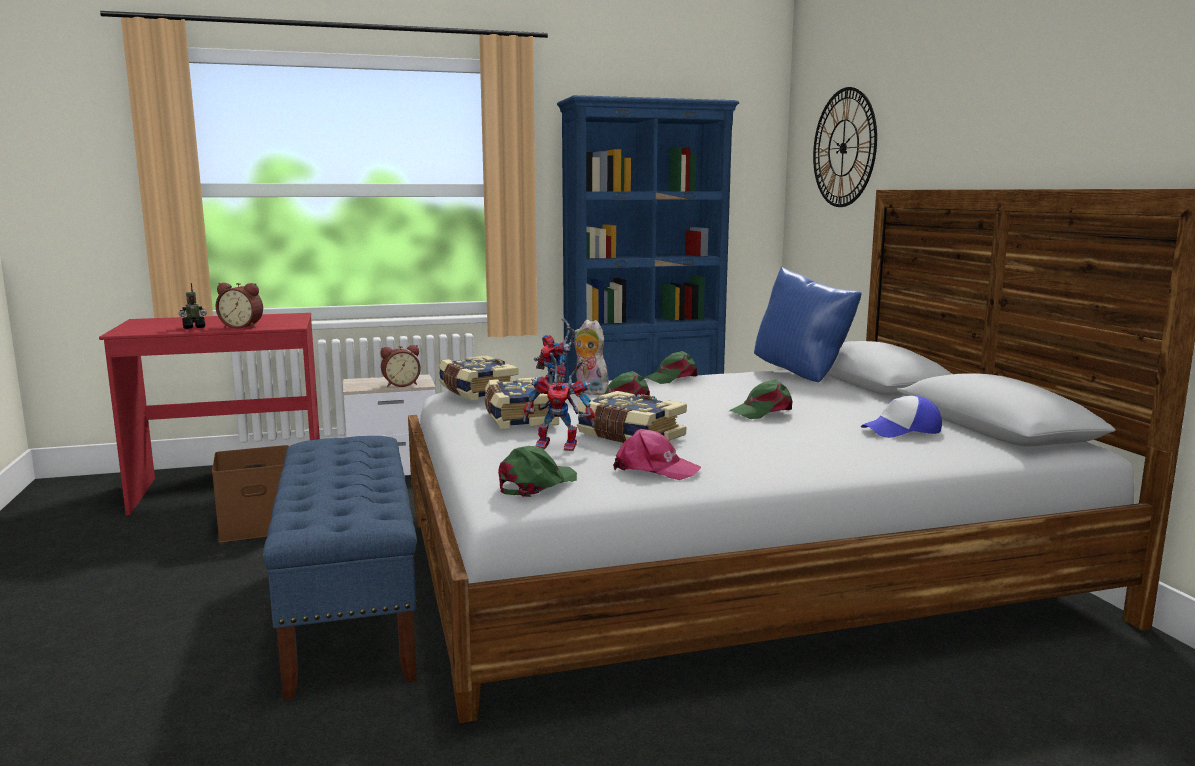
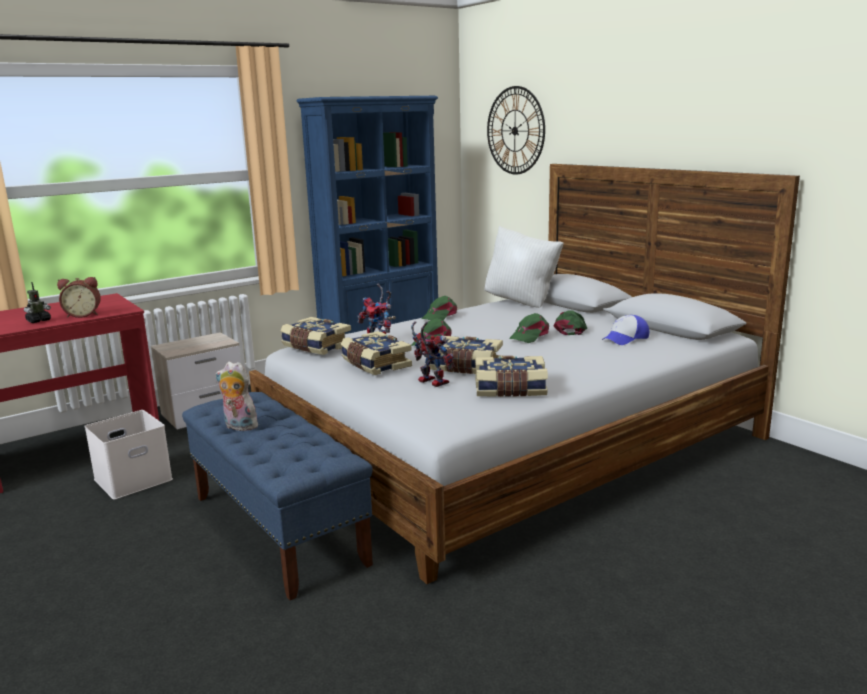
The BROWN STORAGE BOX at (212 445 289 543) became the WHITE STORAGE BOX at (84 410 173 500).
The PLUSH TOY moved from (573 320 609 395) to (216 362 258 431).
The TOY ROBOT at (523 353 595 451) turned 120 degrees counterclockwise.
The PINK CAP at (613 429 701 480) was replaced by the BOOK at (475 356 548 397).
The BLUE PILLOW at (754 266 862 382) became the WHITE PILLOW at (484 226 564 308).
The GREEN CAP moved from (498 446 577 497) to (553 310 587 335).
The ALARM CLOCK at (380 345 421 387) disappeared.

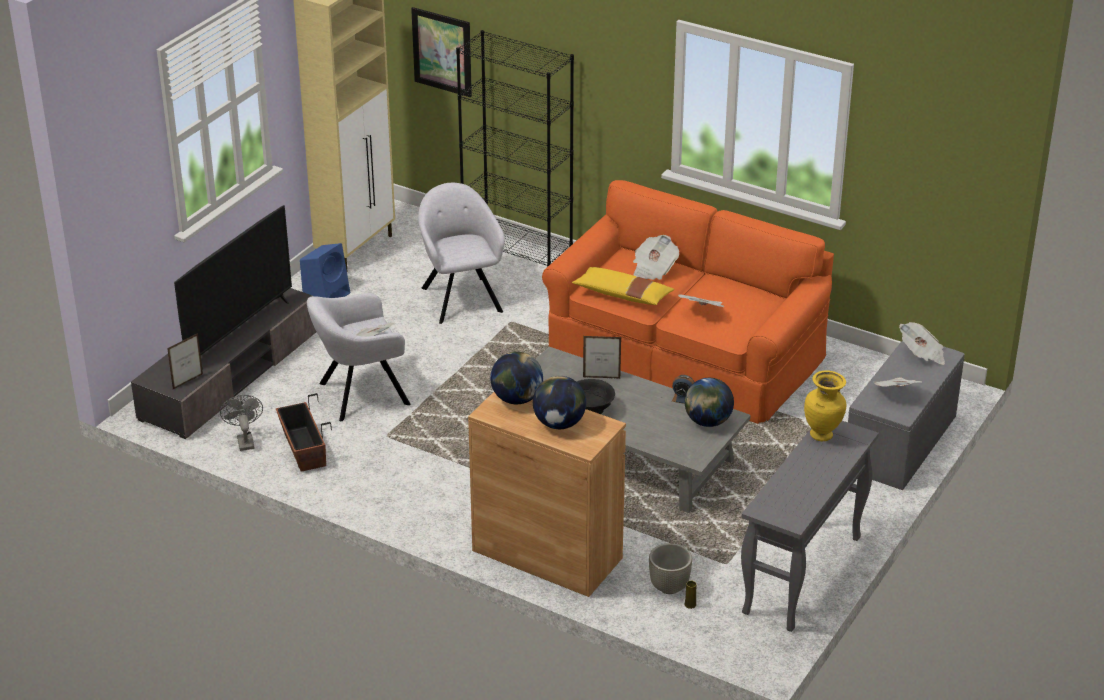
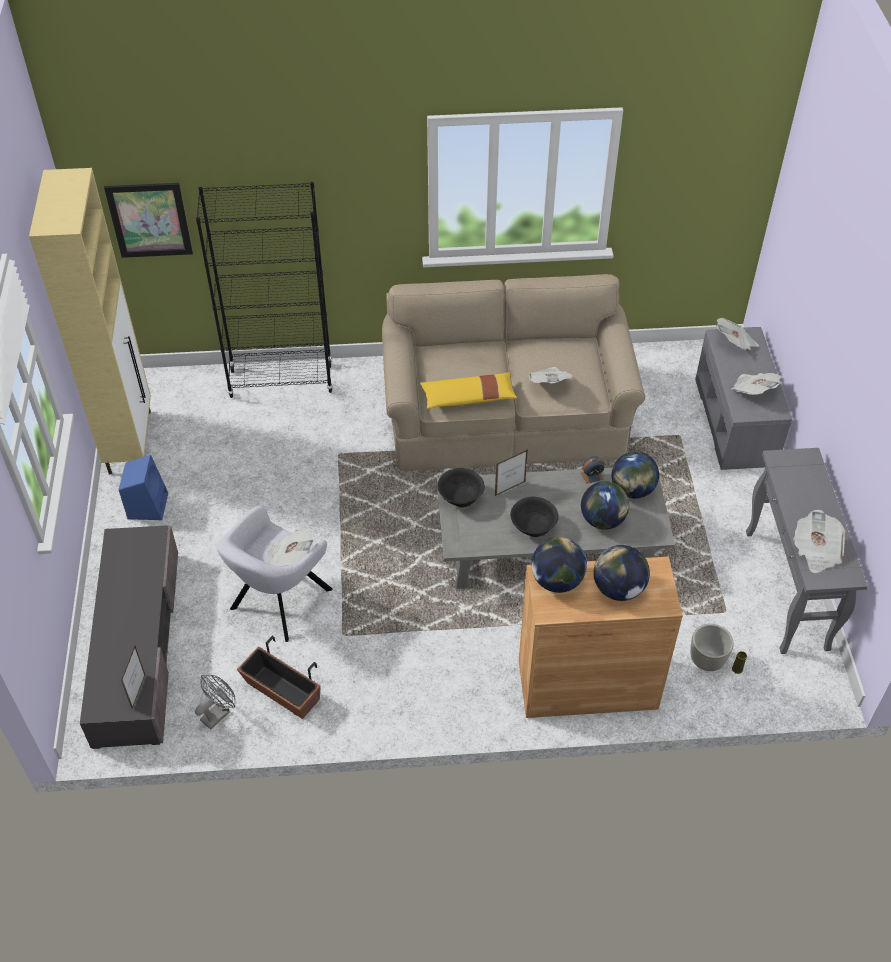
The GREY FAN at (220 395 263 451) turned 90 degrees clockwise.
The ORANGE SOFA at (542 180 834 424) became the BEIGE SOFA at (382 274 645 471).
The BLACK BOWL at (437 468 485 507) appeared.
The GLOBE at (581 481 629 530) appeared.
The NEWSPAPER moved from (633 235 679 280) to (793 510 845 573).
The TELEVISION at (174 205 292 369) disappeared.
The GREY ARMCHAIR at (418 183 505 324) disappeared.
The YELLOW VASE at (804 371 847 441) disappeared.

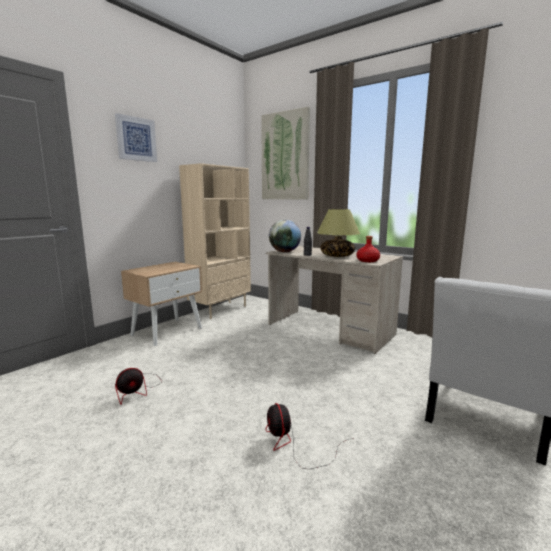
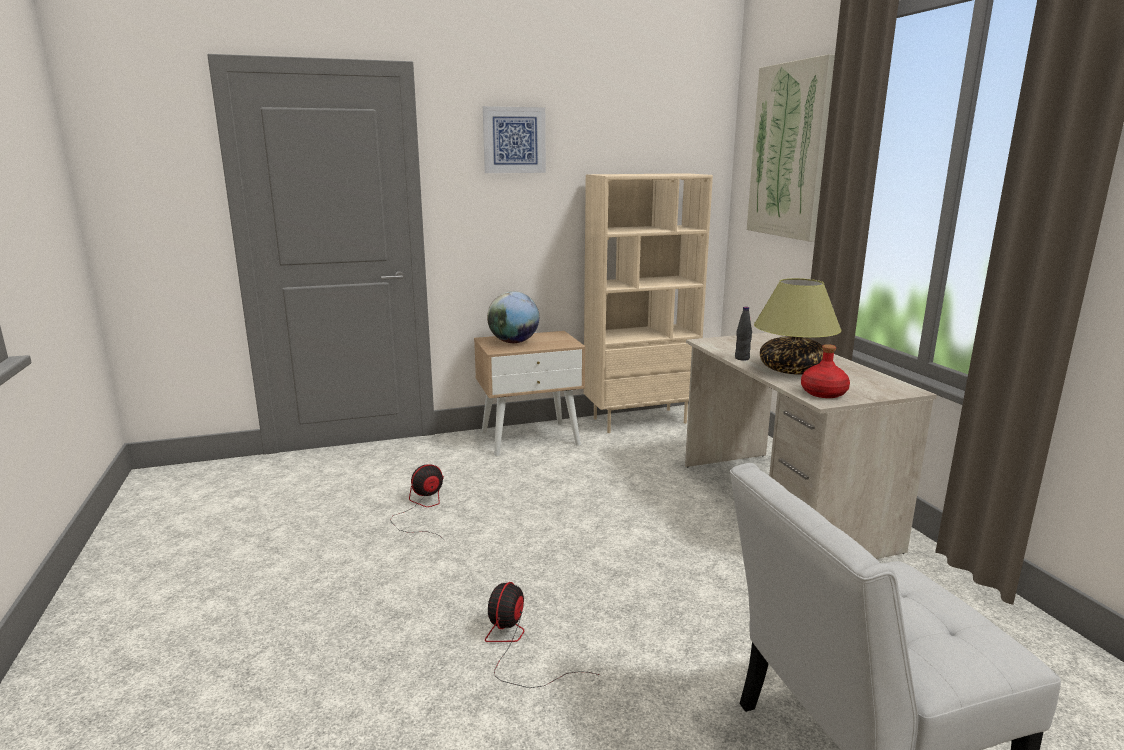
The FAN at (115 368 161 404) turned 150 degrees clockwise.
The GLOBE moved from (269 220 301 252) to (487 291 539 343).

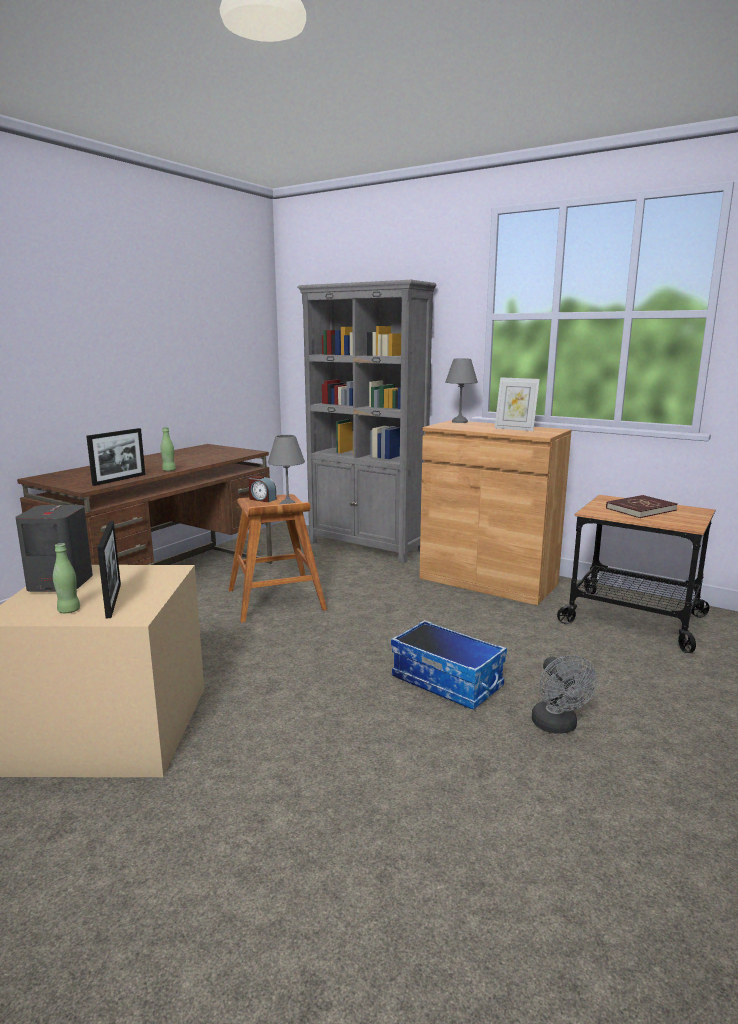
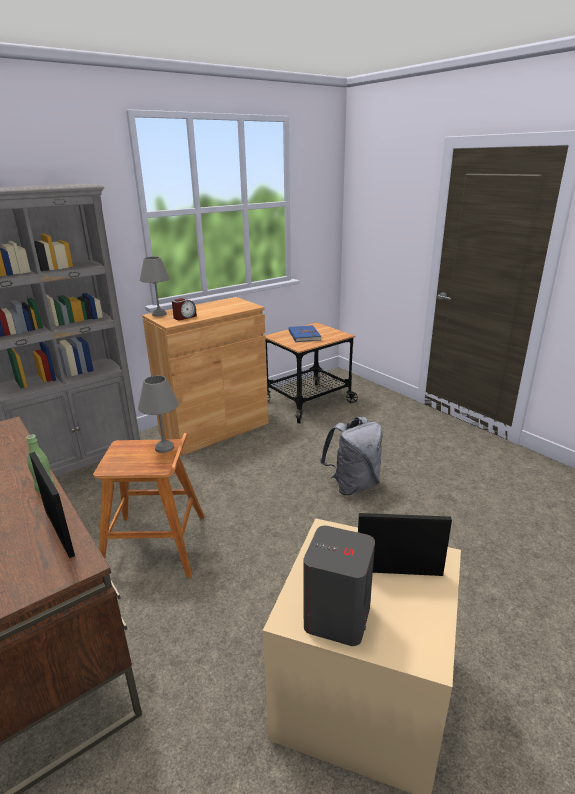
The ALARM CLOCK moved from (249 476 276 502) to (172 298 197 320).
The RED BOOK at (606 495 677 518) became the BLUE BOOK at (289 325 321 342).
The STORAGE BOX at (391 620 507 710) was replaced by the GREY BACKPACK at (320 417 383 495).
The GREEN BOTTLE at (53 543 80 613) disappeared.
The PICTURE FRAME at (495 377 540 431) disappeared.
The GREY FAN at (532 655 597 734) disappeared.

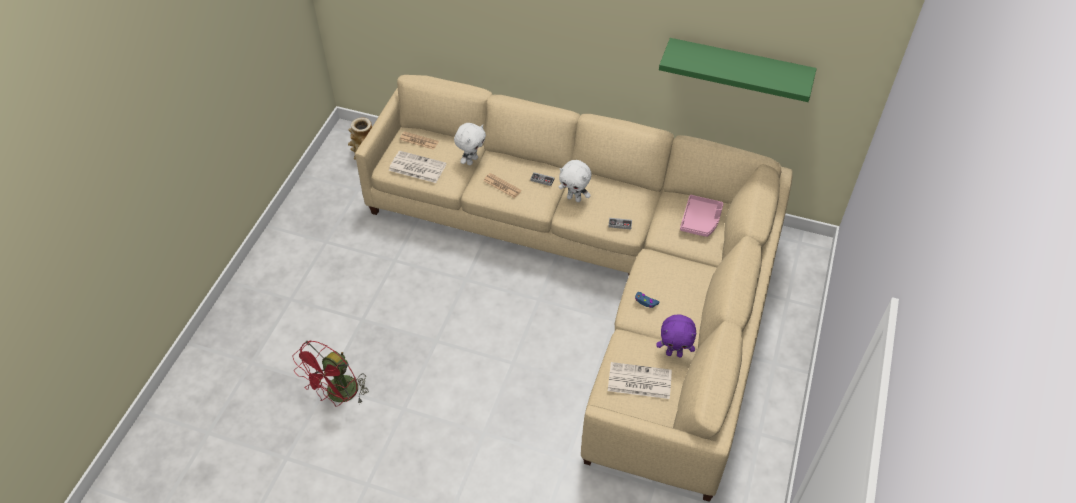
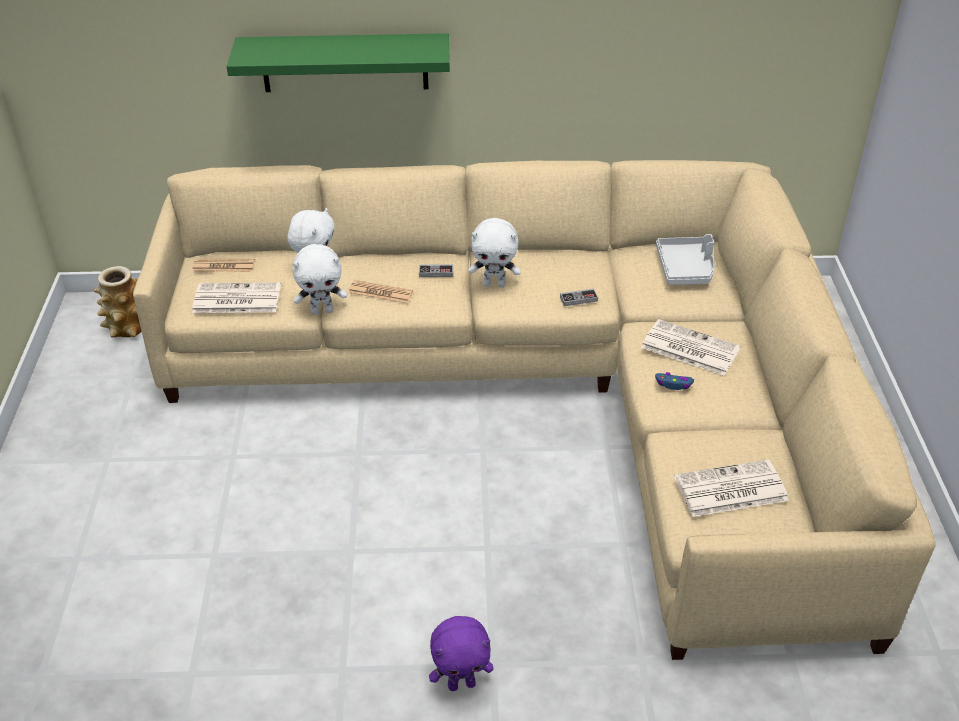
The GREEN SHELF moved from (659 38 817 102) to (227 33 450 92).
The WHITE PLUSH TOY at (292 244 347 315) appeared.
The PURPLE PLUSH TOY moved from (656 314 696 357) to (429 616 494 691).
The NEWSPAPER at (641 319 741 376) appeared.
The PINK TRAY at (680 195 724 237) became the GREY TRAY at (656 234 715 285).
The RED FAN at (292 341 369 407) disappeared.

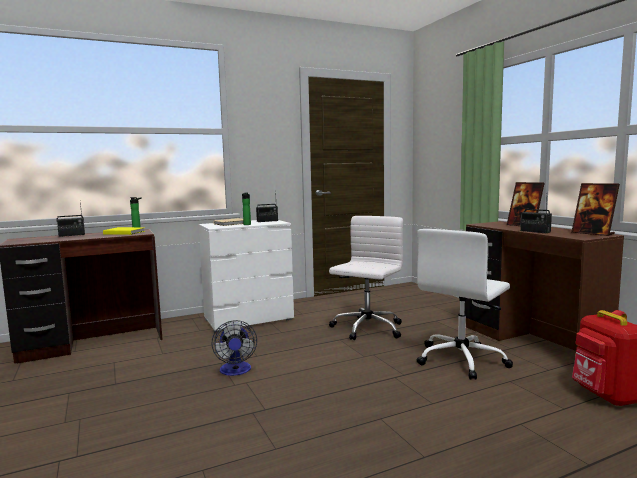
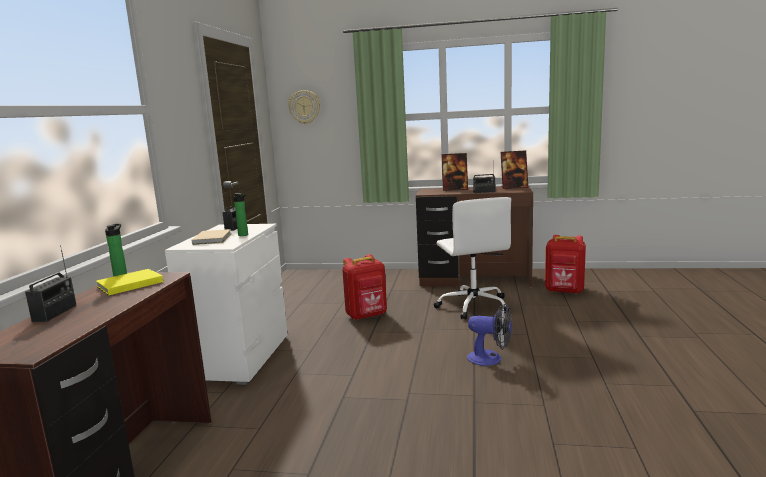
The WALL CLOCK at (288 90 320 124) appeared.
The WHITE OFFICE CHAIR at (329 216 403 340) was replaced by the RED BACKPACK at (342 254 387 320).
The FAN moved from (212 320 257 376) to (467 304 512 366).

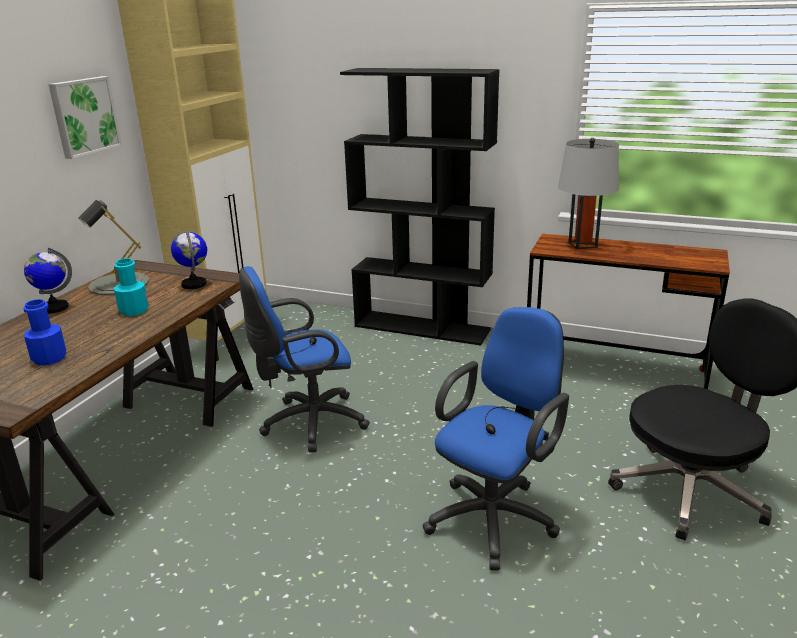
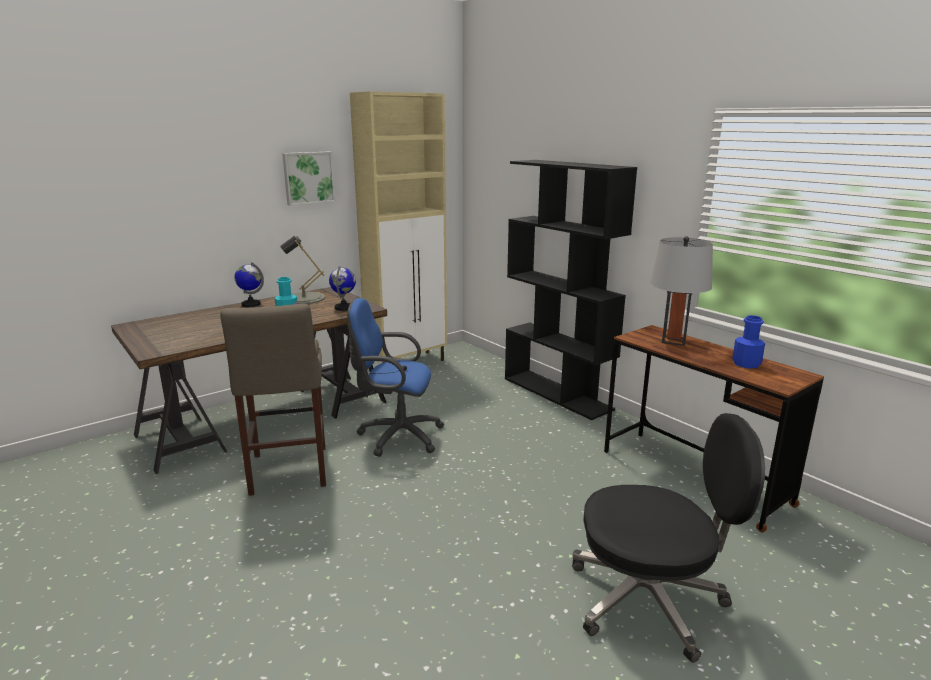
The BEIGE STOOL at (220 304 326 496) appeared.
The BLUE BOTTLE moved from (23 299 66 365) to (732 315 765 369).
The BLUE OFFICE CHAIR at (423 307 569 571) disappeared.

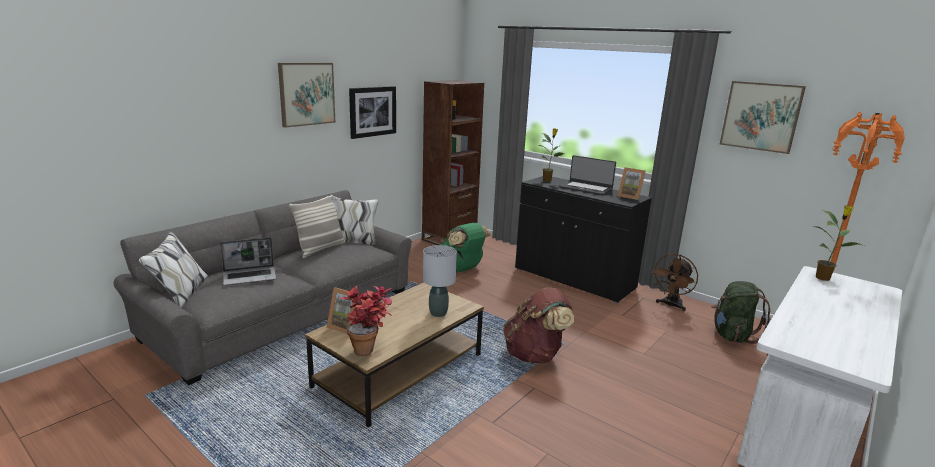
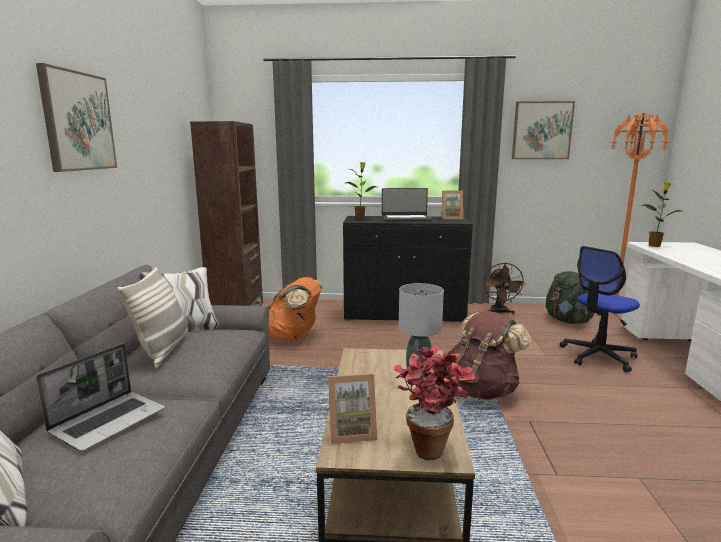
The GREEN BACKPACK at (441 223 491 272) became the ORANGE BACKPACK at (268 277 323 341).
The OFFICE CHAIR at (559 246 640 372) appeared.
The PICTURE at (349 86 396 139) disappeared.

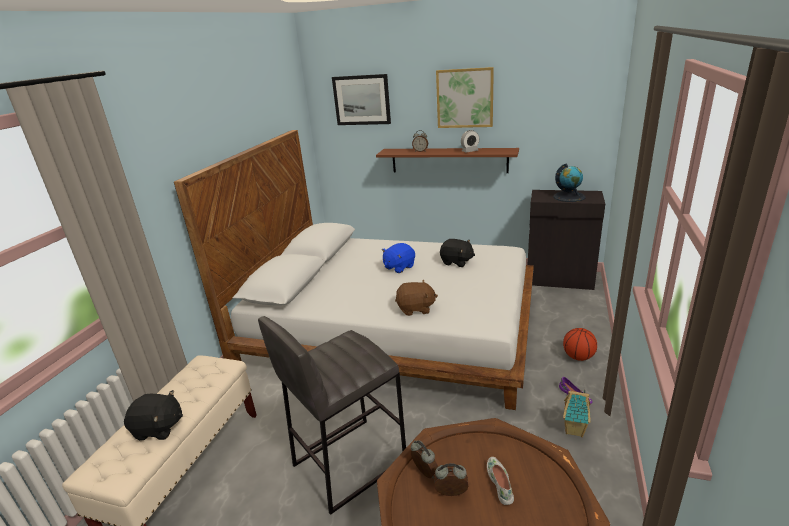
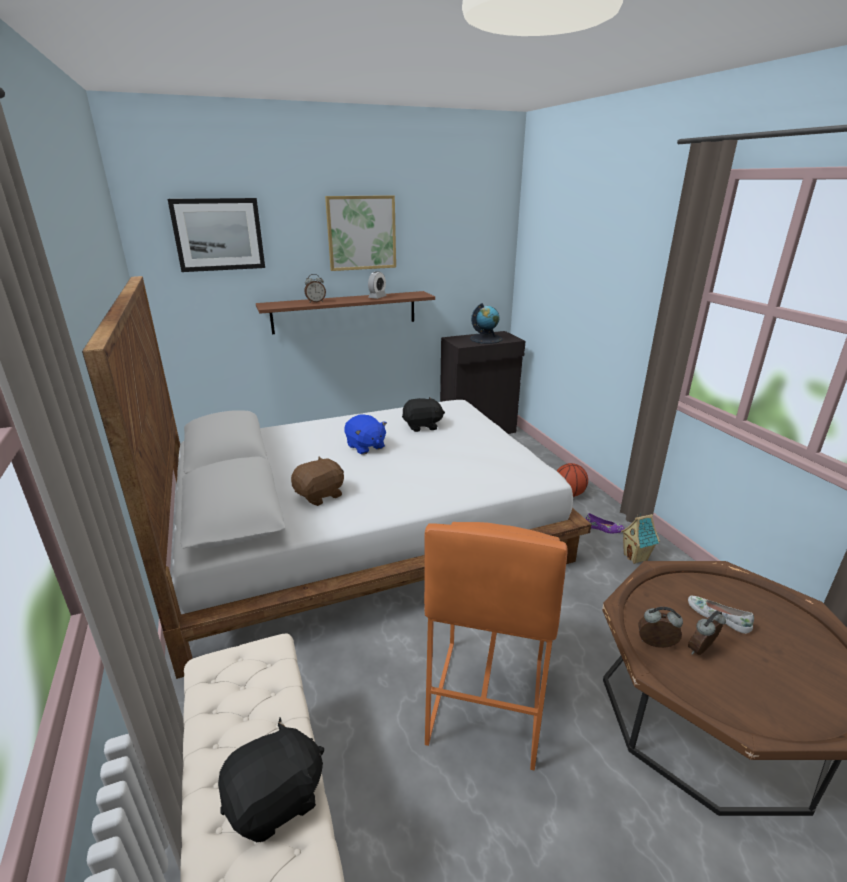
The BROWN PLUSH TOY moved from (395 280 438 316) to (291 457 344 506).
The BLUE PLUSH TOY at (382 243 415 273) turned 45 degrees counterclockwise.
The GREY STOOL at (258 316 406 515) became the ORANGE STOOL at (424 522 568 771).

